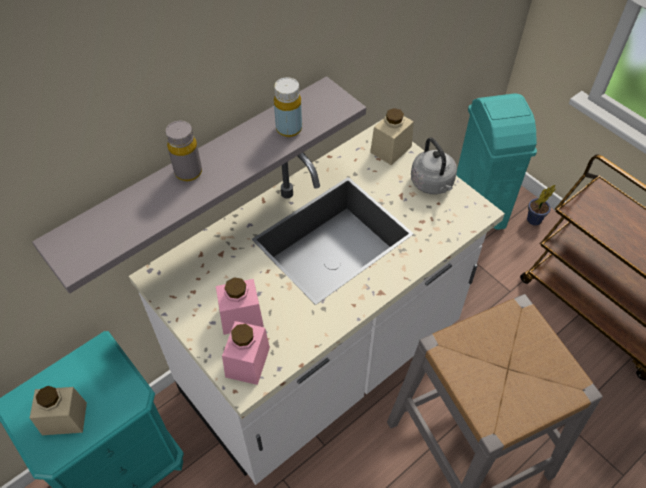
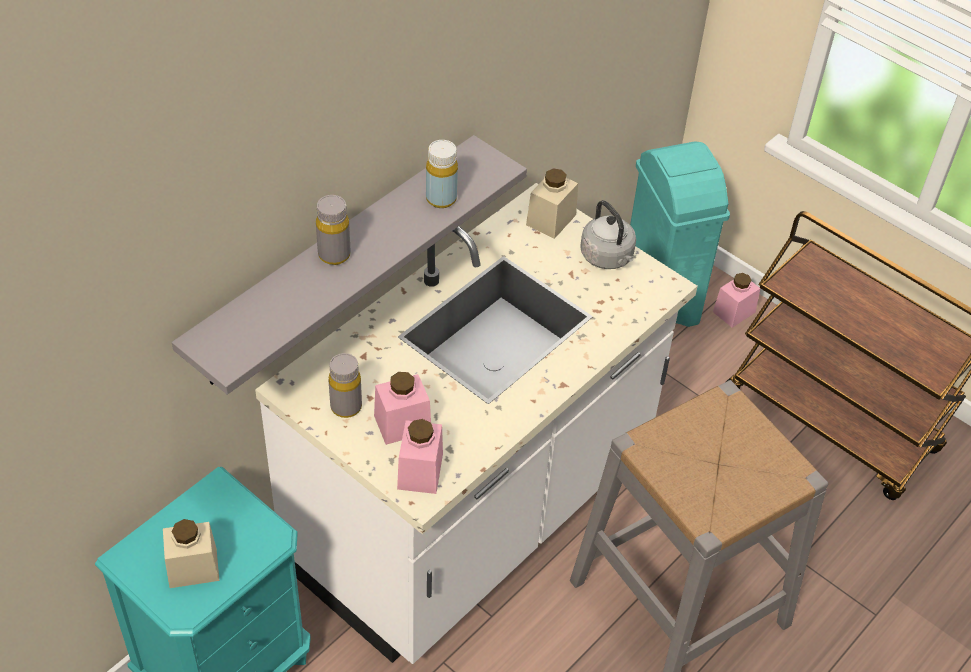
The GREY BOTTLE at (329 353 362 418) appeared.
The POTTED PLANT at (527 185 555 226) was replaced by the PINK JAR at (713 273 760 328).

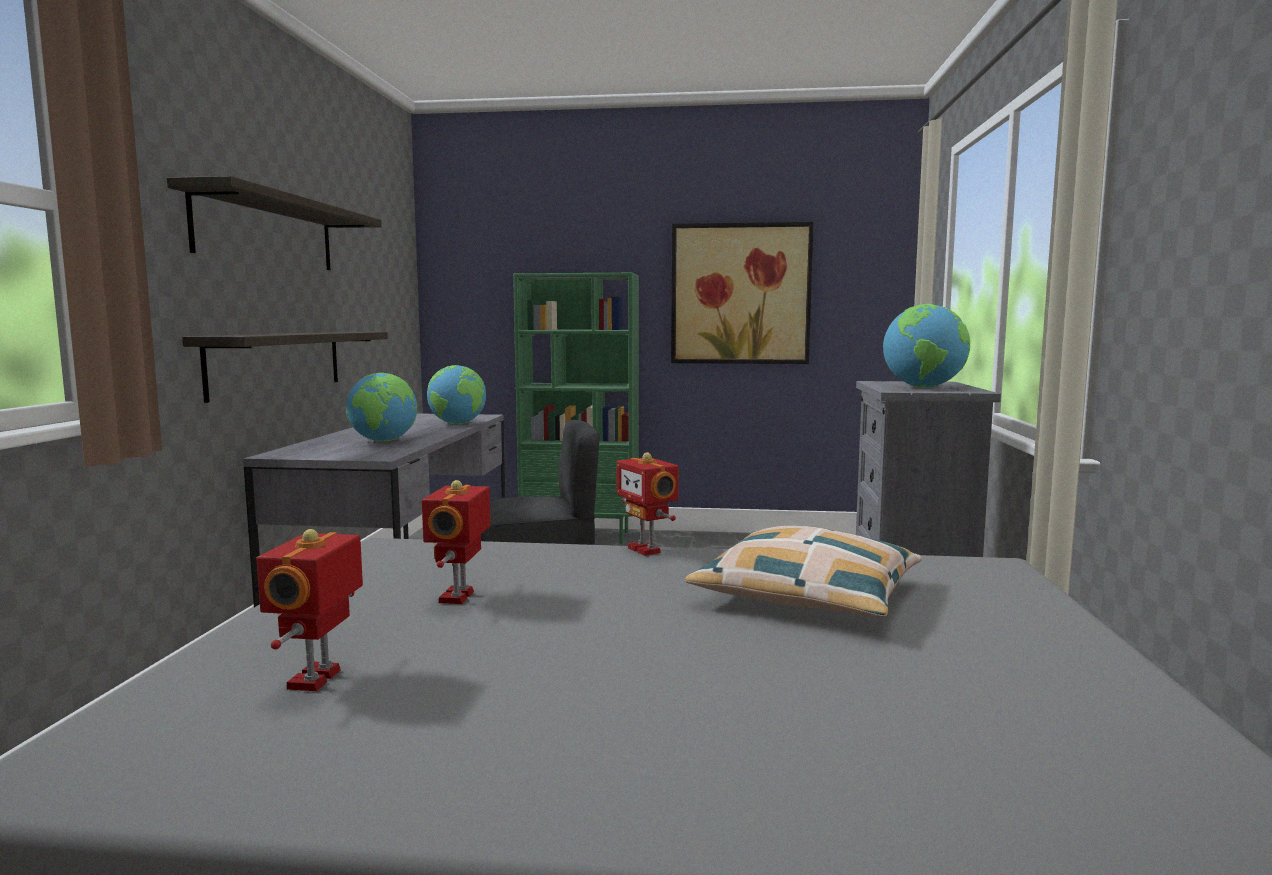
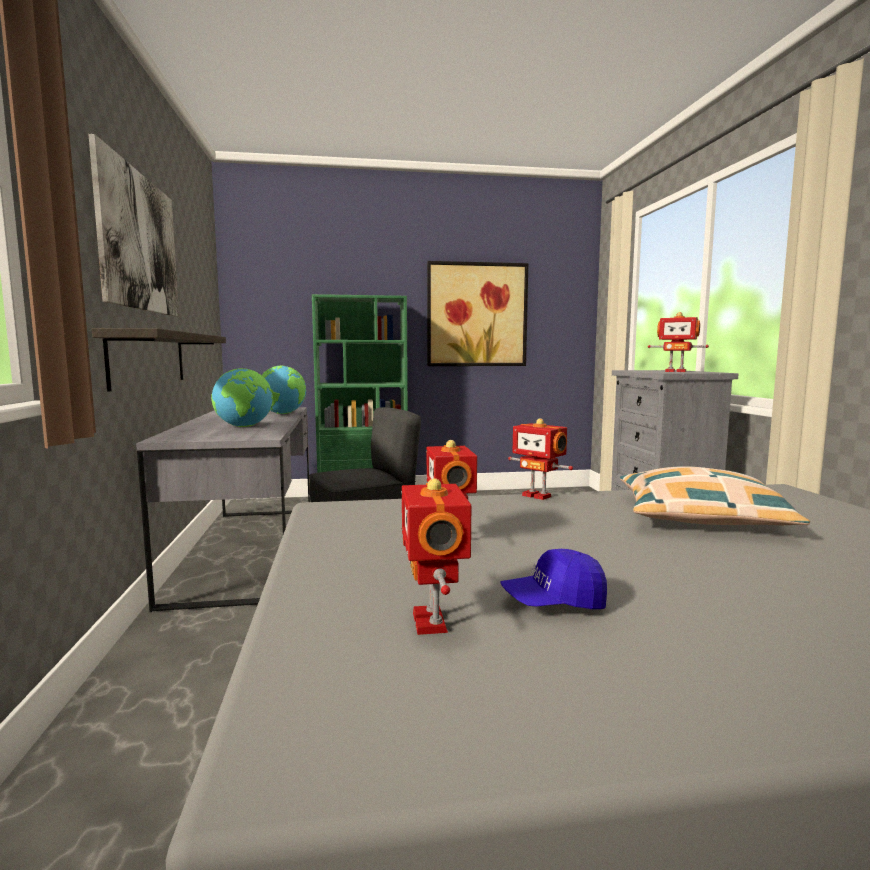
The SHELF at (167 176 382 270) was replaced by the PICTURE at (88 134 179 317).
The BLUE CAP at (501 549 607 609) appeared.
The GLOBE at (883 304 970 388) was replaced by the TOY ROBOT at (648 312 709 372).

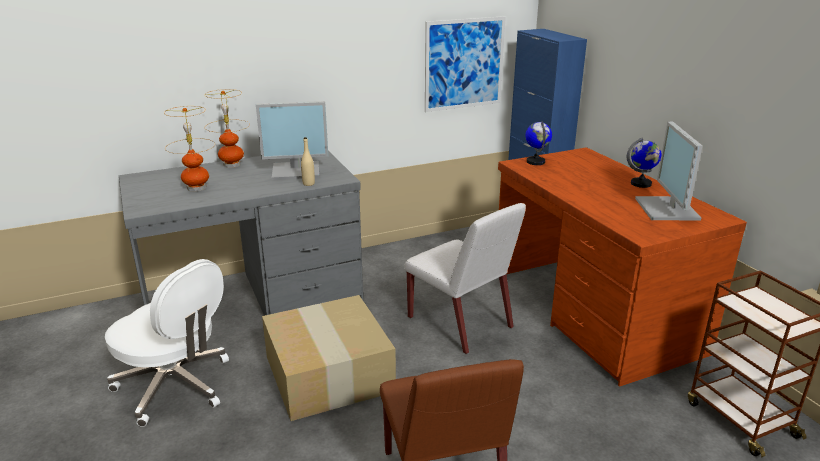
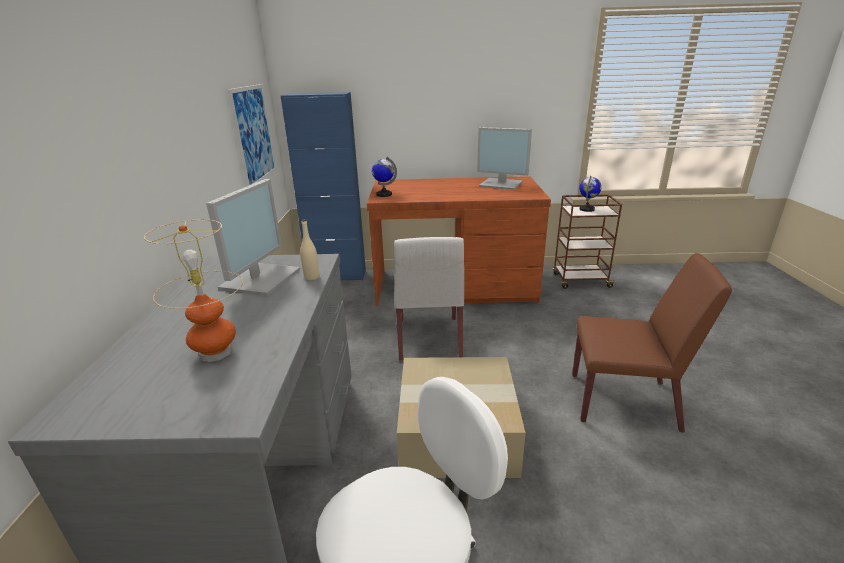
The WHITE CHAIR at (404 203 526 354) turned 105 degrees clockwise.
The GLOBE moved from (627 138 662 188) to (579 176 602 212).
The TABLE LAMP at (205 89 250 168) disappeared.

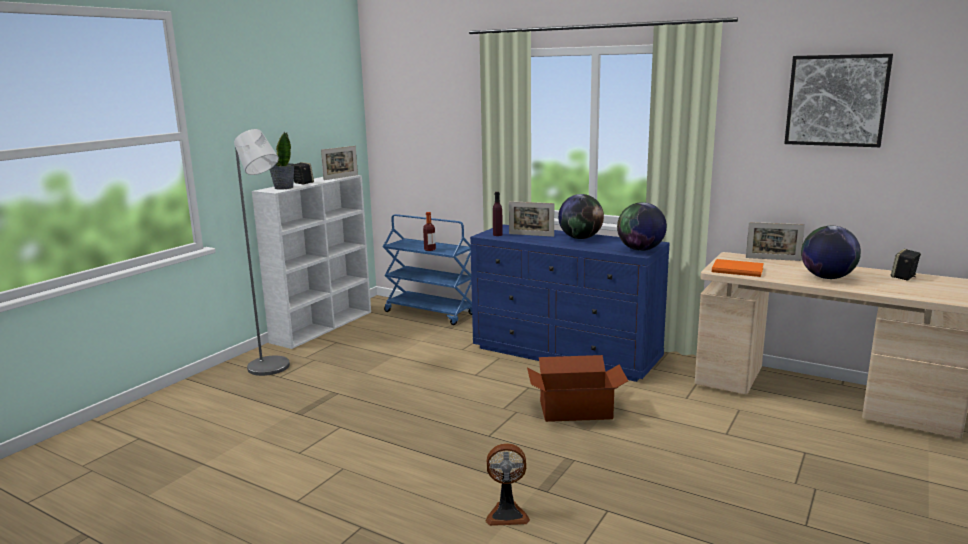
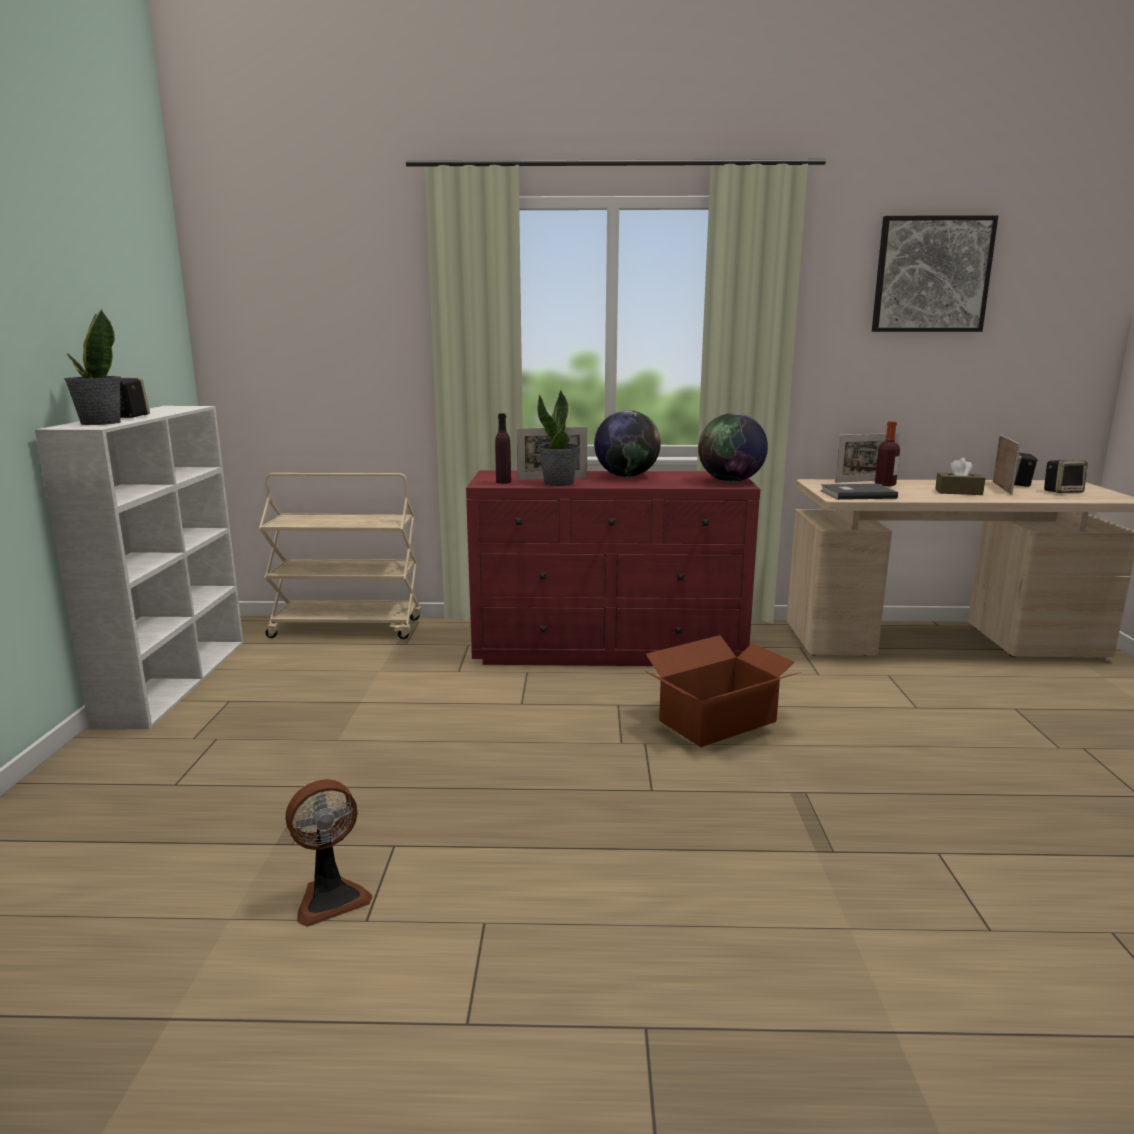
The BLUE CART at (383 214 472 325) became the BEIGE CART at (259 473 421 639).
The FAN moved from (486 443 530 526) to (285 779 372 927).
The BLUE DRESSER at (470 224 669 382) became the RED DRESSER at (466 471 760 666).
The POTTED PLANT at (538 390 580 486) appeared.
The ORANGE BOOK at (712 259 764 277) became the GREY BOOK at (820 484 898 500).
The BOTTLE moved from (423 212 436 251) to (875 421 900 486).
The GLOBE at (801 226 861 279) was replaced by the BROWN TISSUE BOX at (935 458 985 495).
The PICTURE FRAME moved from (321 146 358 180) to (993 435 1020 495).
The SPEAKER at (1044 460 1088 493) appeared.
The GREY FLOOR LAMP at (234 129 290 376) disappeared.

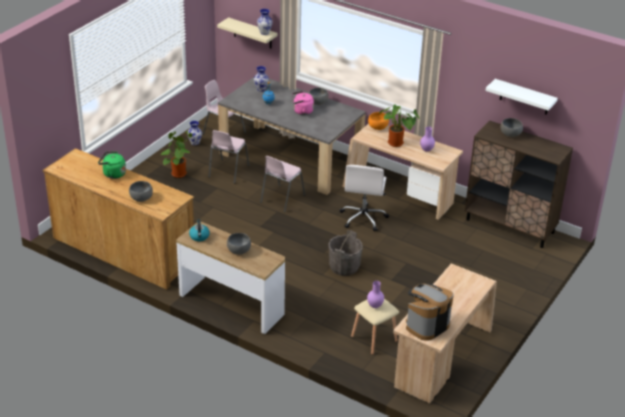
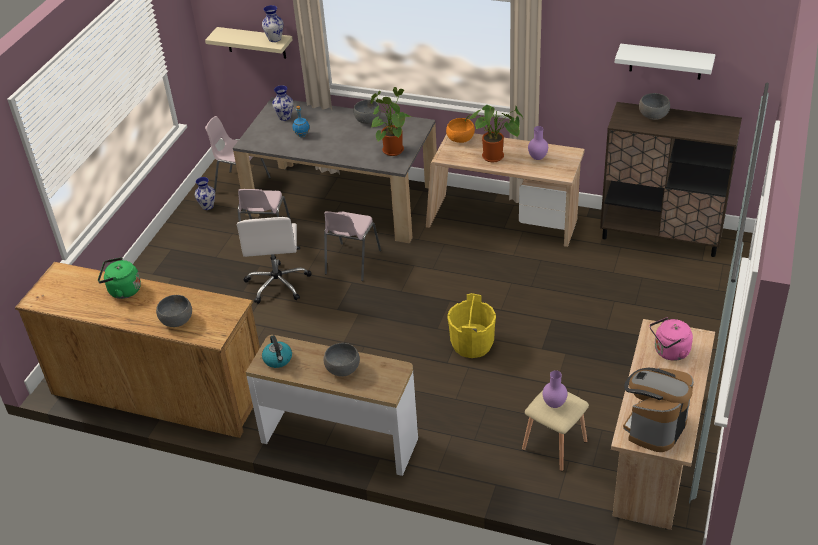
The WHITE OFFICE CHAIR moved from (340 165 389 231) to (237 217 312 304).
The POTTED PLANT moved from (161 131 193 178) to (370 87 412 156).
The GREY BUCKET at (329 230 363 276) became the YELLOW BUCKET at (448 293 496 358).
The PINK KETTLE moved from (292 91 314 115) to (650 317 693 361).

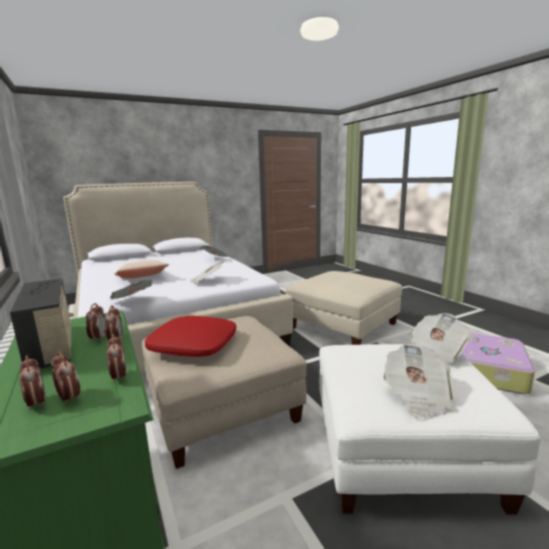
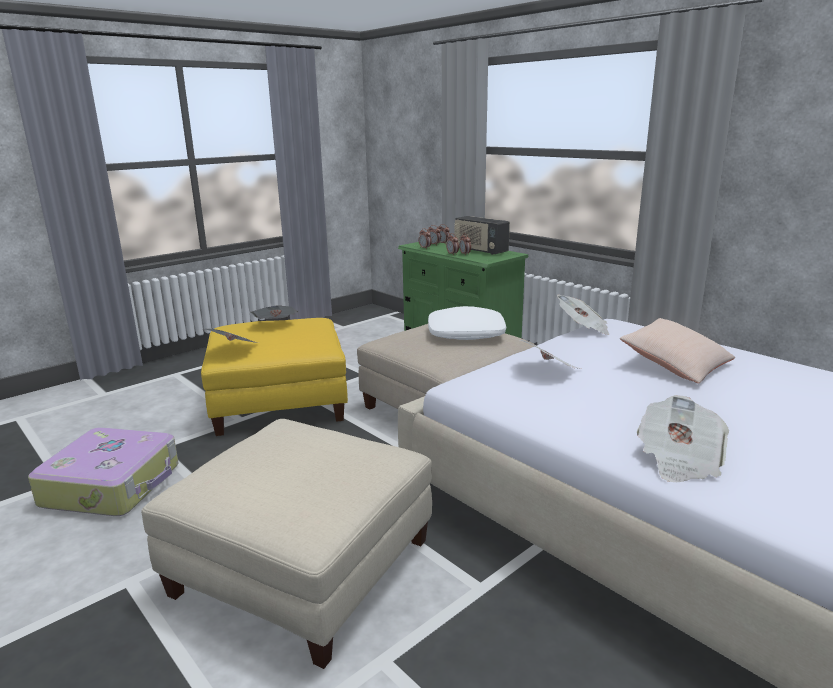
The WHITE OTTOMAN at (319 344 540 515) became the YELLOW OTTOMAN at (201 318 348 436).
The RED PILLOW at (145 316 236 357) became the WHITE PILLOW at (428 306 506 340).

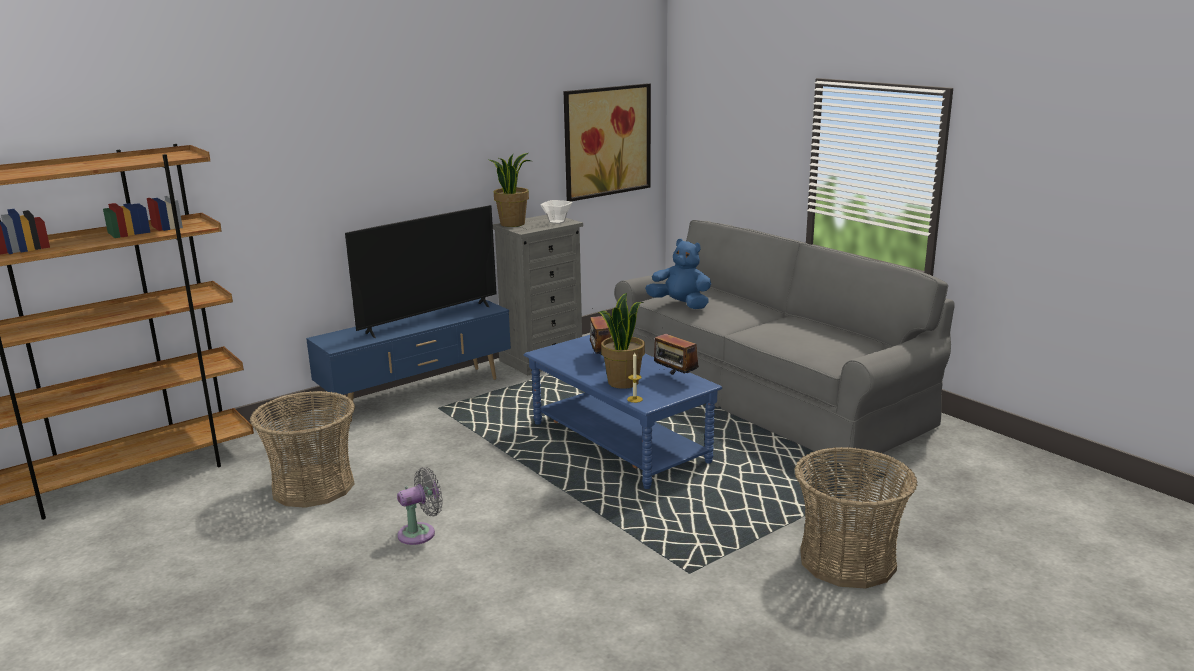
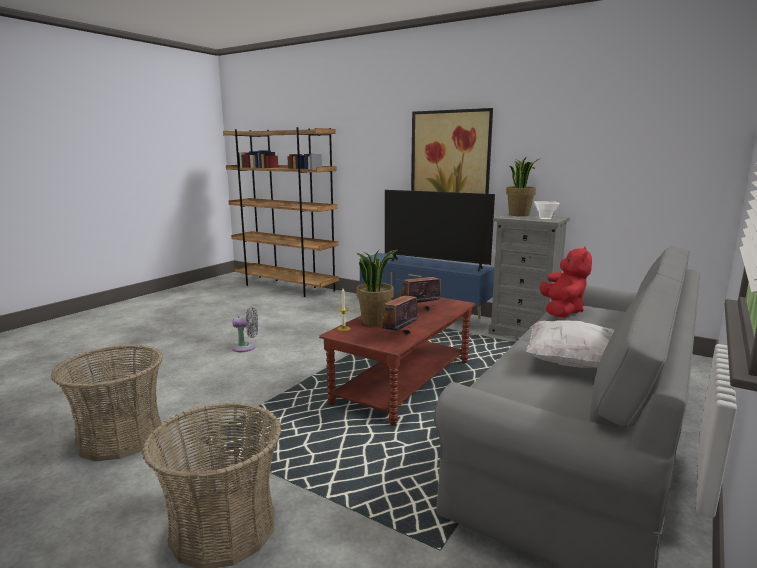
The BASKET moved from (250 391 355 508) to (51 345 163 461).
The GREY FAN at (397 467 443 545) turned 45 degrees counterclockwise.
The BLUE COFFEE TABLE at (524 335 722 489) became the BROWN COFFEE TABLE at (319 297 476 425).
The PICTURE moved from (564 83 651 201) to (411 108 493 194).
The WHITE PILLOW at (526 320 614 368) appeared.
The BLUE PLUSH TOY at (645 239 711 309) became the RED PLUSH TOY at (540 246 592 318).

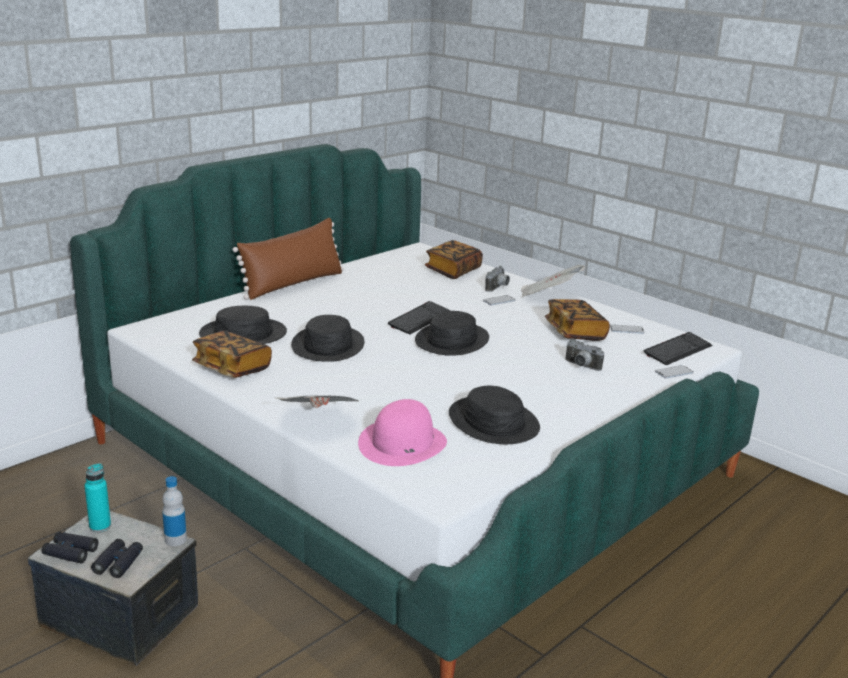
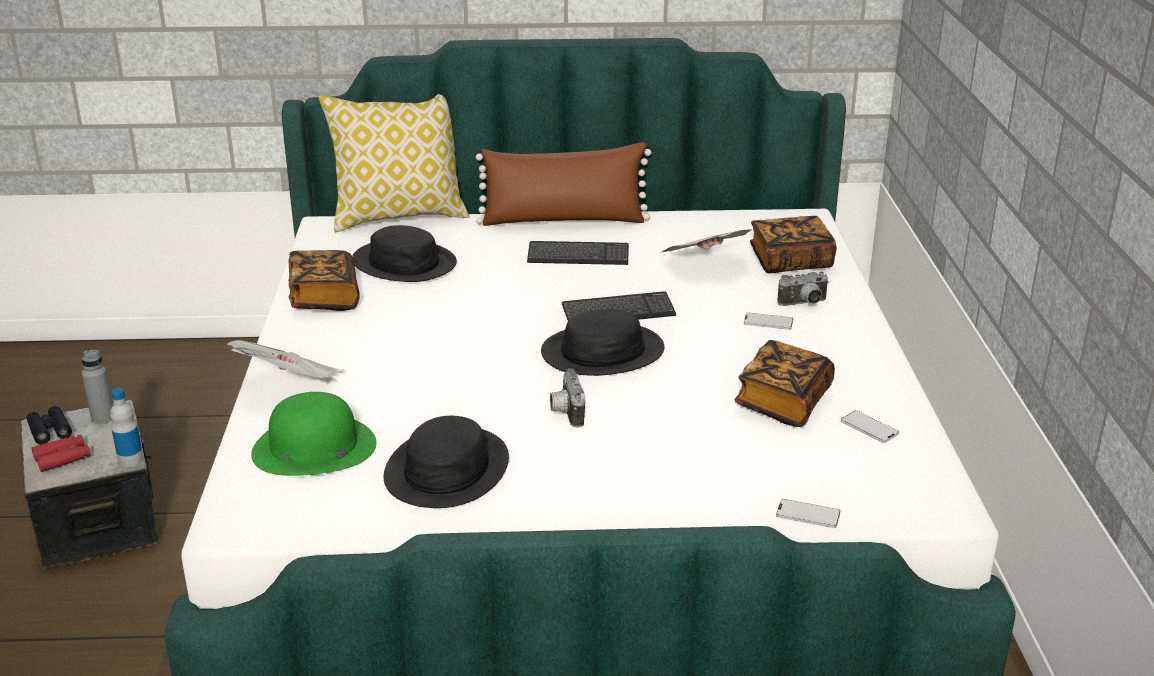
The BLACK BINOCULARS at (91 539 143 578) became the RED BINOCULARS at (31 434 90 472).
The TURQUOISE BOTTLE at (84 463 111 532) became the GREY BOTTLE at (82 350 113 424).
The PINK HAT at (358 399 447 466) became the GREEN HAT at (251 392 377 476).
The PILLOW at (318 94 470 232) appeared.
The KEYBOARD moved from (644 332 712 365) to (527 241 629 265).
The PHOTO CAMERA moved from (565 338 604 371) to (550 368 585 428).
The NEWSPAPER moved from (521 264 585 297) to (661 229 751 252).
The BLACK HAT at (291 315 364 362) disappeared.

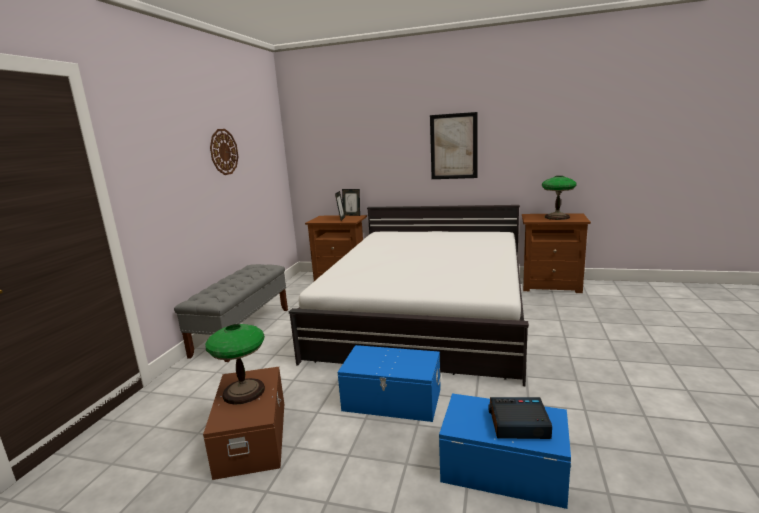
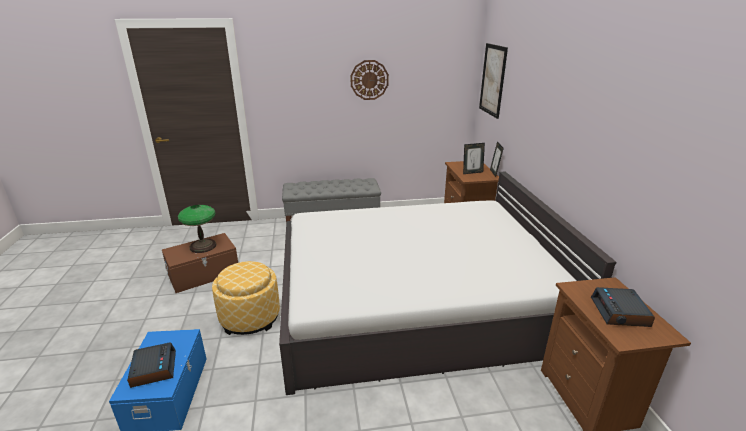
The BLUE STORAGE BOX at (338 345 441 422) was replaced by the OTTOMAN at (212 261 280 335).
The PICTURE moved from (430 112 478 179) to (479 43 508 119).
The TABLE LAMP at (542 176 577 220) was replaced by the ALARM CLOCK at (591 287 655 327).

